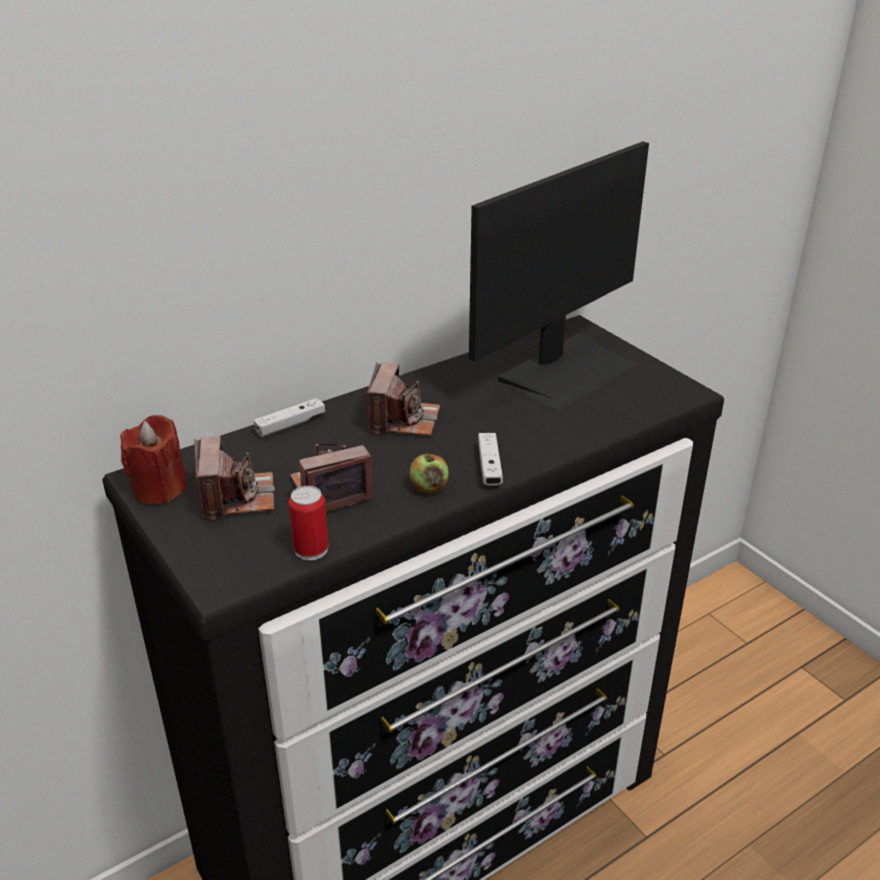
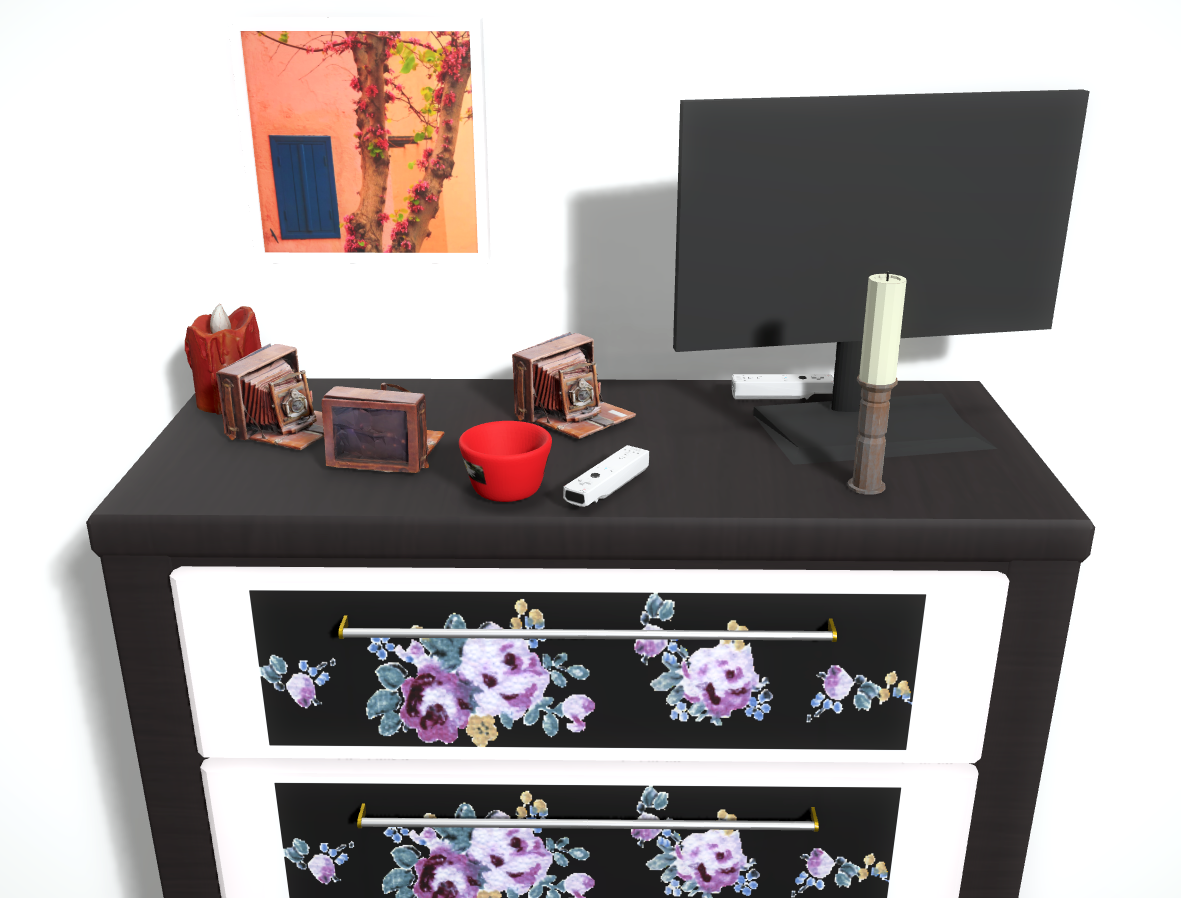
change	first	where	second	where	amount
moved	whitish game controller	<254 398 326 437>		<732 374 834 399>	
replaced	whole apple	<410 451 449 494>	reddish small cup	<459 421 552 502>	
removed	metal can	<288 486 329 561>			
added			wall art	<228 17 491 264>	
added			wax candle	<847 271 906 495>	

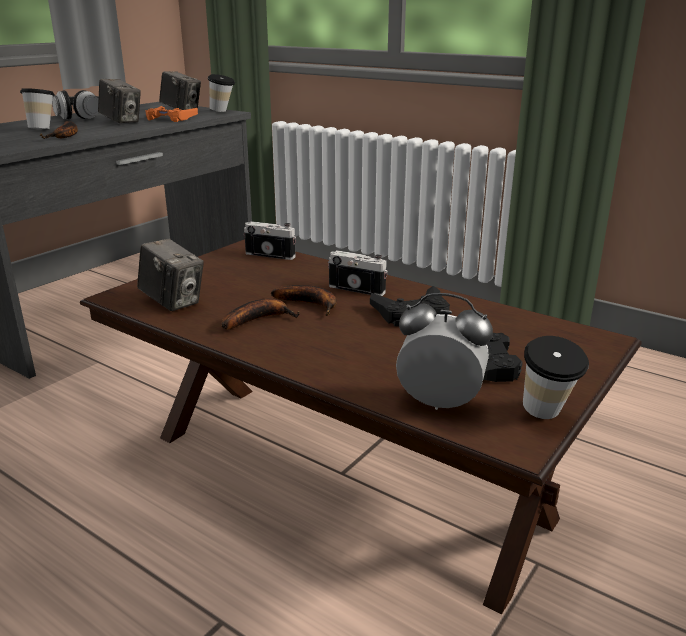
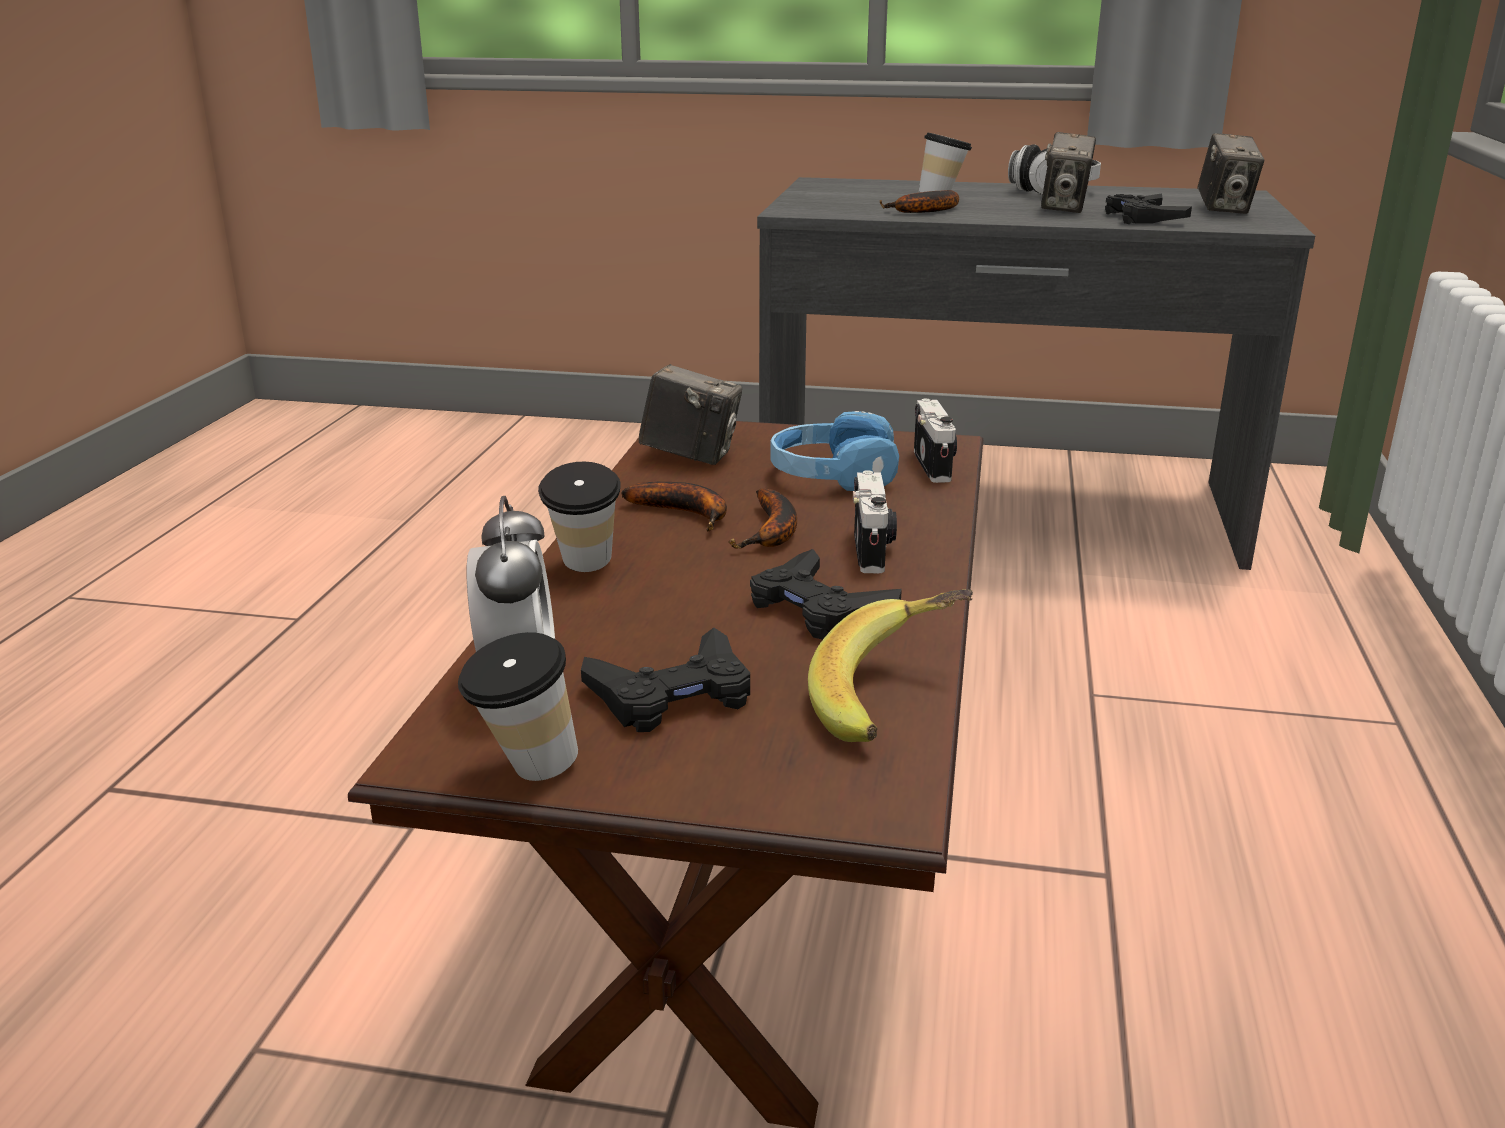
change	first	where	second	where	amount
moved	small cup	<208 74 235 112>		<538 462 621 572>	
recoloured	orange game controller	<146 106 198 122>	black game controller	<1105 193 1192 224>	
turned	photo camera	<137 239 204 311>		<639 364 742 465>	90 degrees counterclockwise
added			blue-coloured pair of headphones	<770 411 899 491>	
added			banana	<808 589 973 742>	

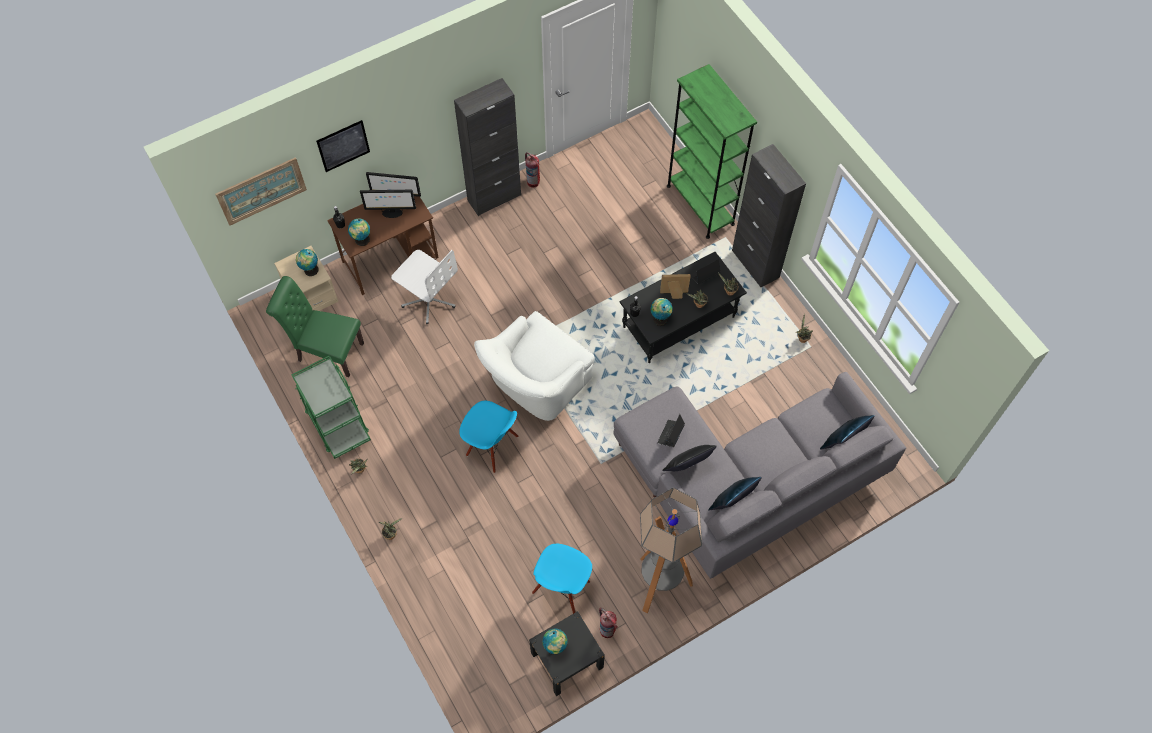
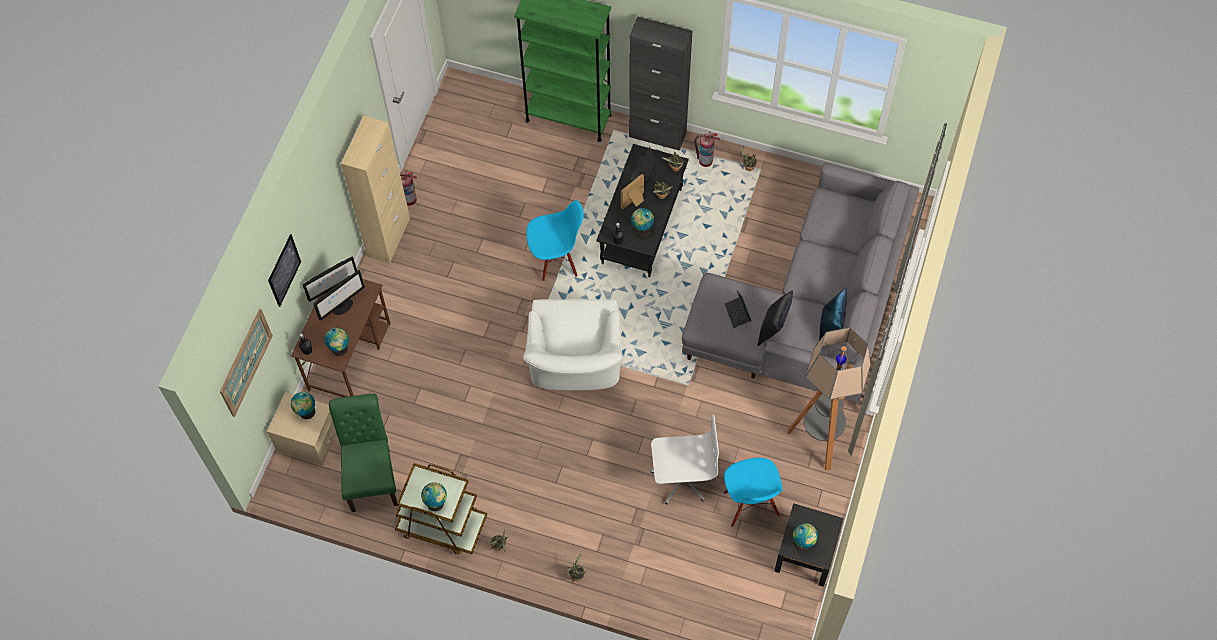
change	first	where	second	where	amount
recoloured	black cabinet	<454 78 521 216>	sand-coloured cabinet	<341 116 410 263>	
moved	whitish office chair	<391 250 458 324>		<651 414 719 505>	
turned	green-coloured upright chair	<266 276 364 377>		<329 394 398 512>	105 degrees clockwise
recoloured	green-coloured trolley	<291 355 371 459>	brown-coloured trolley	<395 463 487 555>	
moved	blue-coloured upright chair	<459 401 519 473>		<526 200 584 281>	
removed	blue-coloured throw pillow	<820 415 875 450>			
moved	fire extinguisher	<599 608 618 638>		<694 132 720 167>	
added			world globe	<421 482 447 511>	

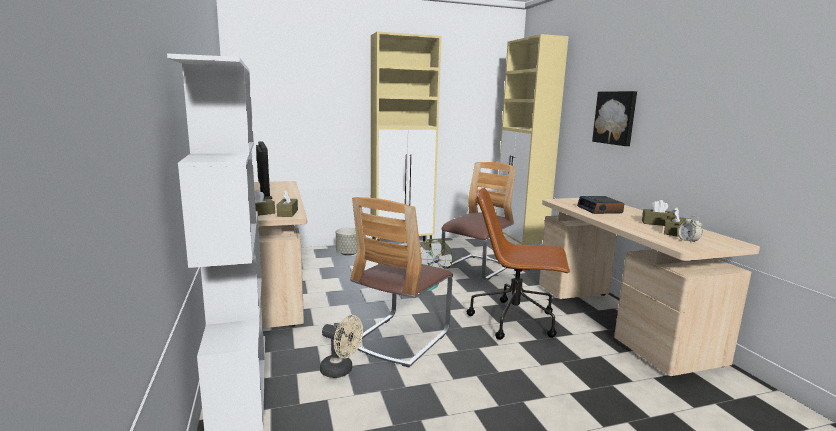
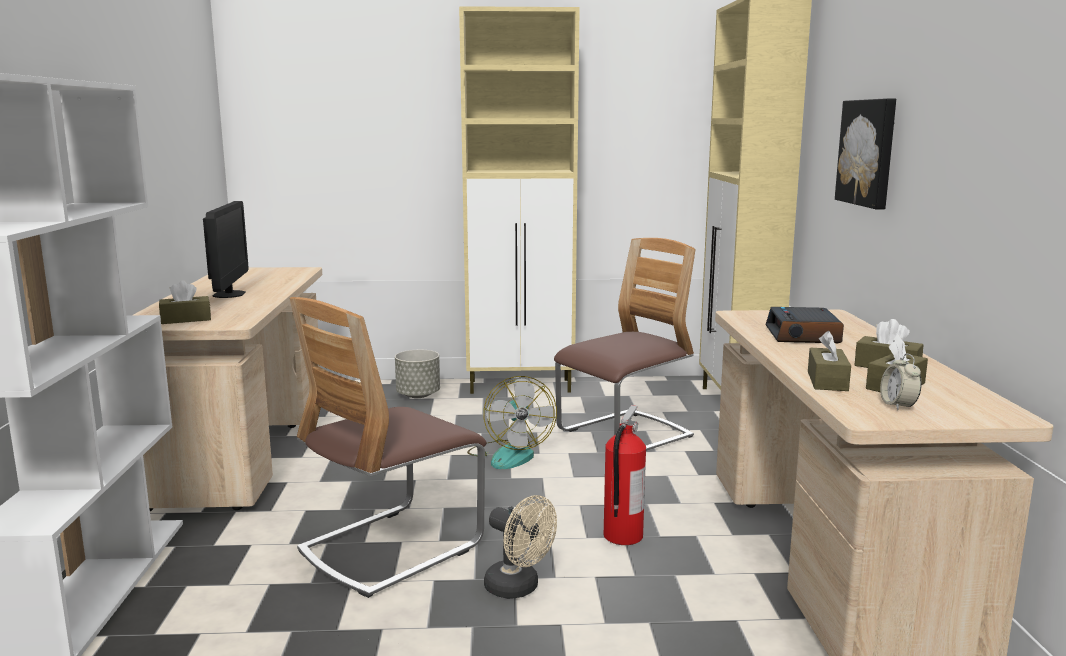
change	first	where	second	where	amount
replaced	brown-coloured office chair	<467 188 570 340>	fire extinguisher	<604 405 646 545>	
moved	brown-coloured box of tissues	<276 190 298 217>		<808 331 851 391>	
moved	sand-coloured fan	<320 315 363 378>		<484 495 557 599>	

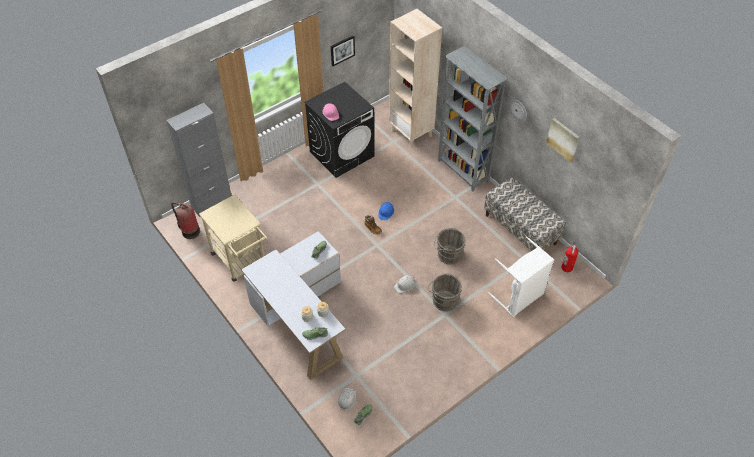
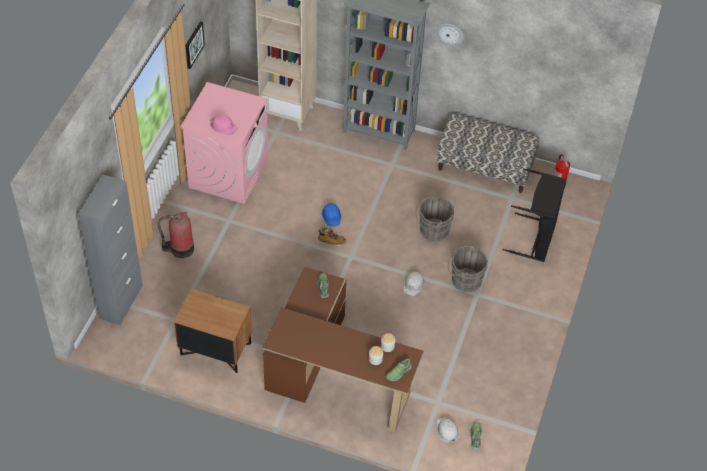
change	first	where	second	where	amount
recoloured	black laundry machine	<304 82 375 178>	pink laundry machine	<180 82 268 204>	
removed	wall art	<546 118 579 162>			
replaced	sand-coloured trolley	<199 194 268 282>	brown-coloured night table	<174 289 252 373>	
moved	fire extinguisher	<171 202 200 239>		<157 212 194 258>	
recoloured	whitish desk	<241 231 346 380>	brown-coloured desk	<262 267 423 433>	
recoloured	whitish washing basket	<488 237 554 317>	black washing basket	<503 168 566 262>	

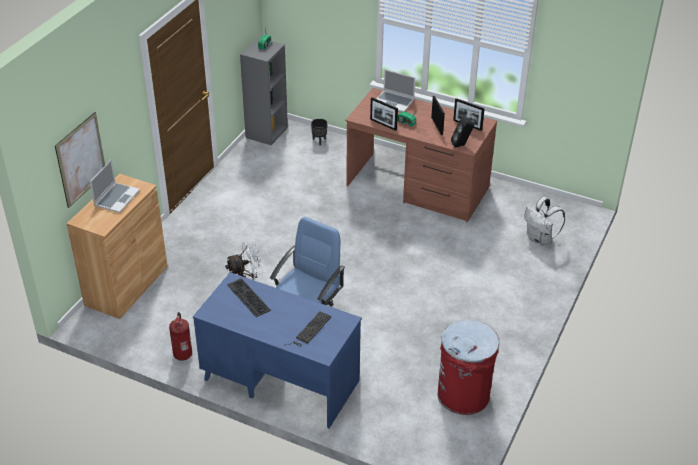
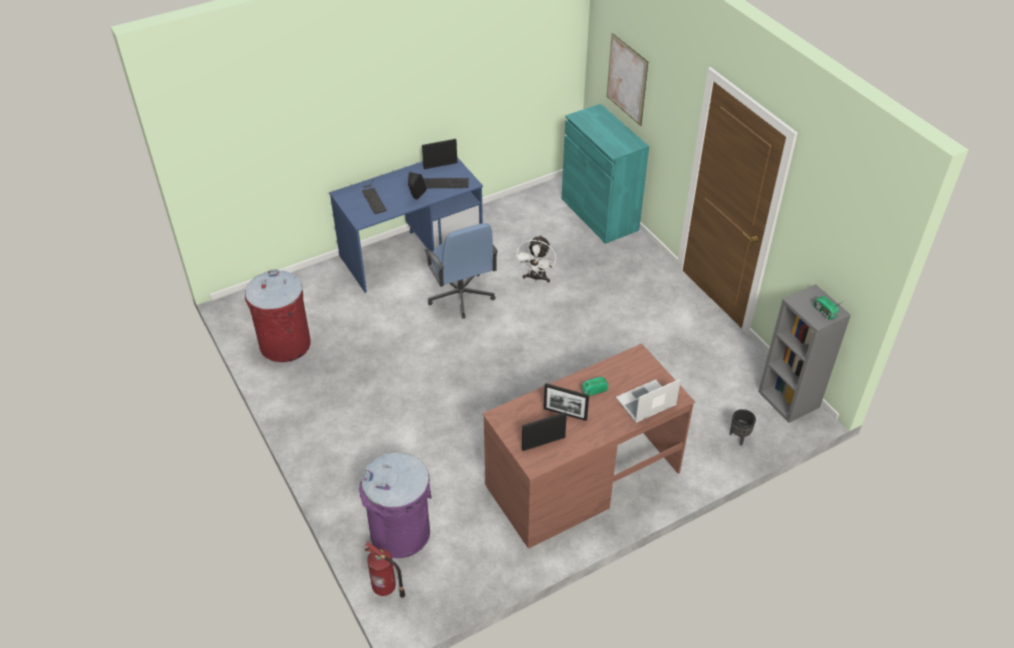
change	first	where	second	where	amount
moved	standing frame	<370 97 398 131>		<422 139 457 169>	
moved	black speaker	<451 118 474 148>		<408 172 427 199>	
removed	portable computer	<90 159 140 213>			
recoloured	brown-coloured cabinet	<67 174 168 319>	blue-green cabinet	<562 104 649 244>	
replaced	whitish backpack	<524 197 565 246>	purple-coloured rubbish bin	<359 453 432 558>	
moved	fire extinguisher	<169 312 192 361>		<364 542 405 598>	

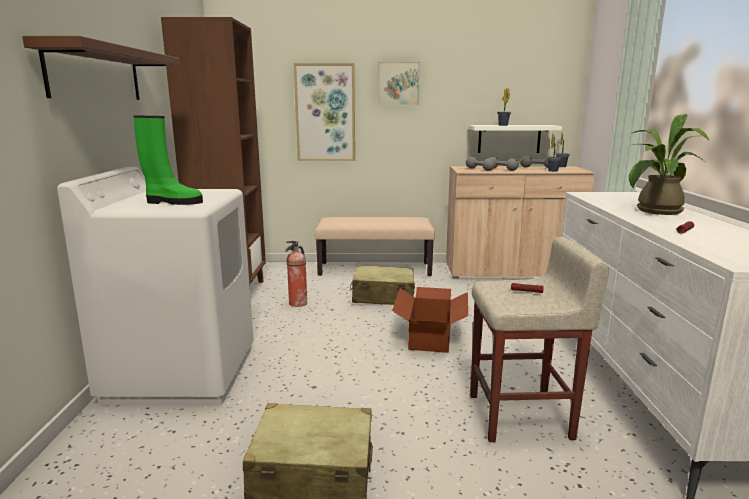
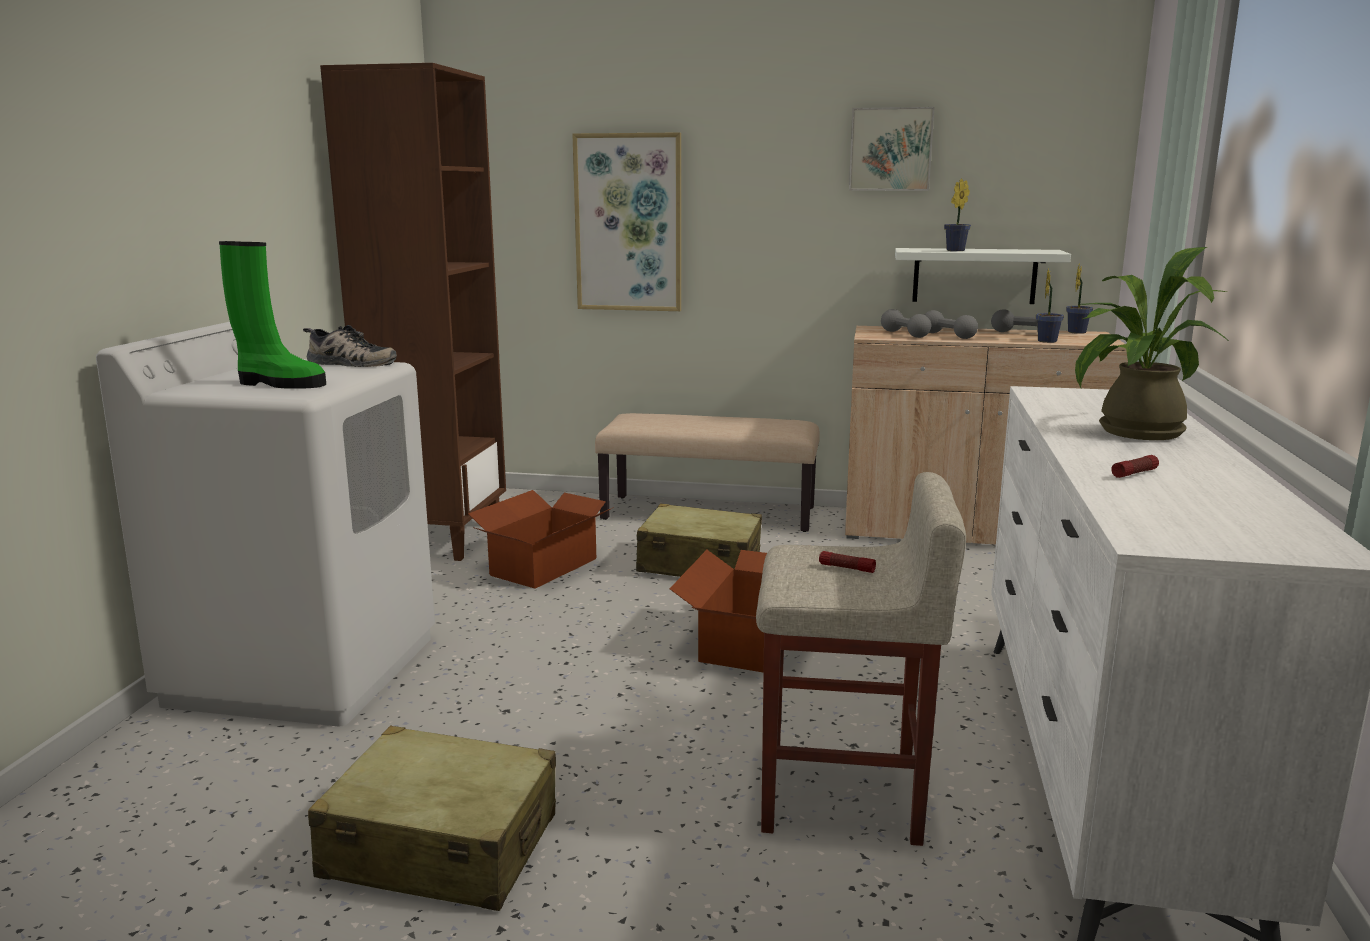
change	first	where	second	where	amount
removed	brown-coloured wall shelf	<22 36 180 100>			
moved	wall art	<378 62 420 105>		<849 107 935 191>	
replaced	fire extinguisher	<285 241 307 307>	carton	<468 490 614 588>	
added			item of footwear	<303 325 397 367>	

